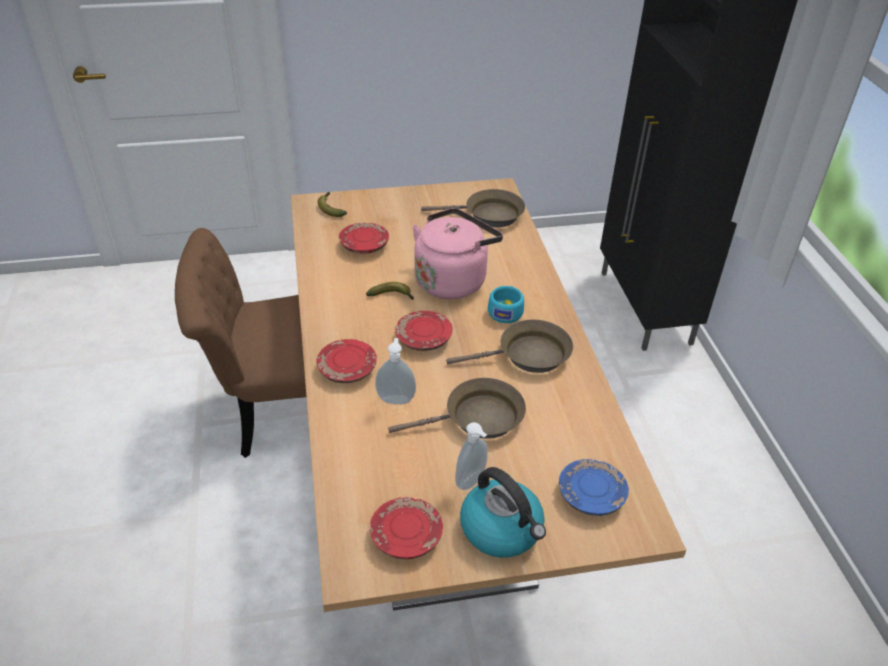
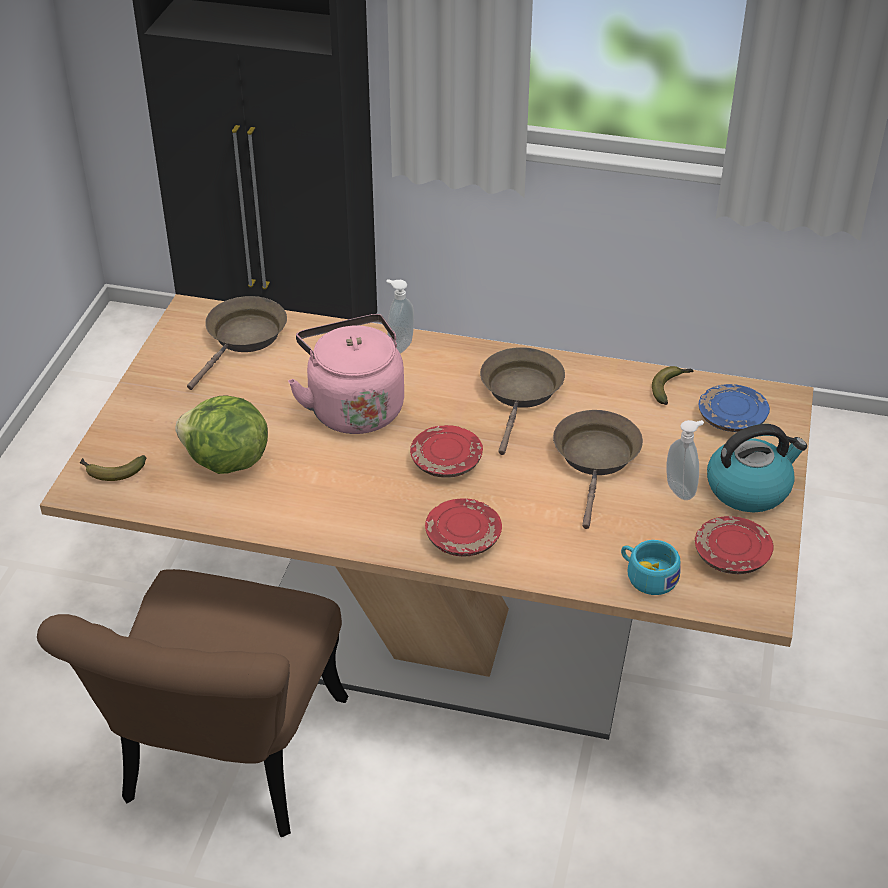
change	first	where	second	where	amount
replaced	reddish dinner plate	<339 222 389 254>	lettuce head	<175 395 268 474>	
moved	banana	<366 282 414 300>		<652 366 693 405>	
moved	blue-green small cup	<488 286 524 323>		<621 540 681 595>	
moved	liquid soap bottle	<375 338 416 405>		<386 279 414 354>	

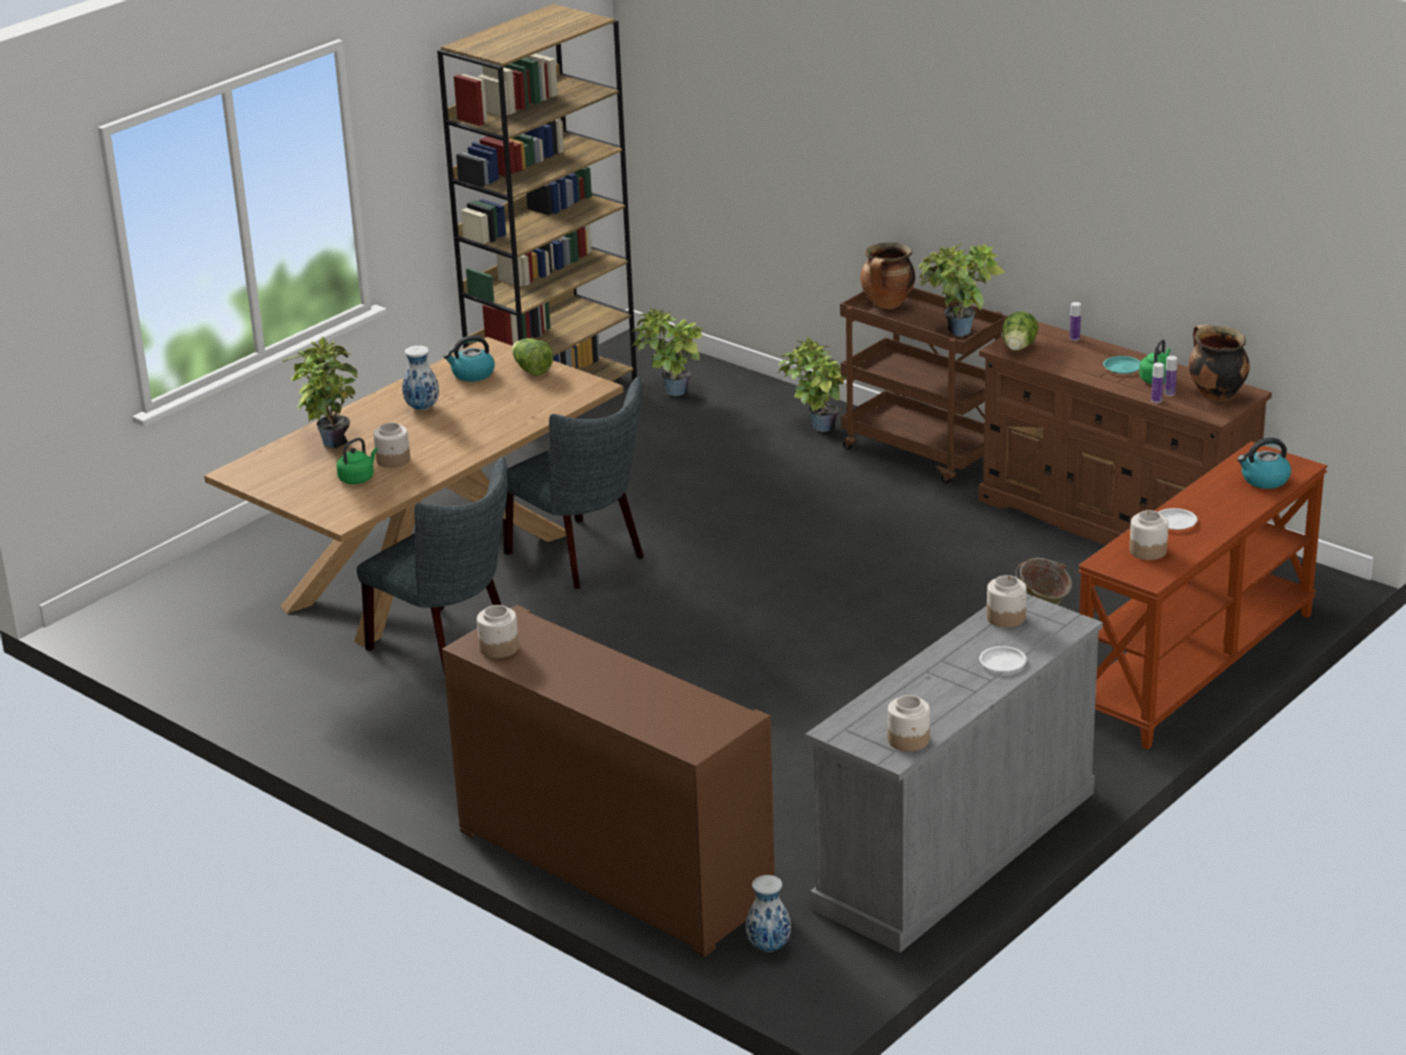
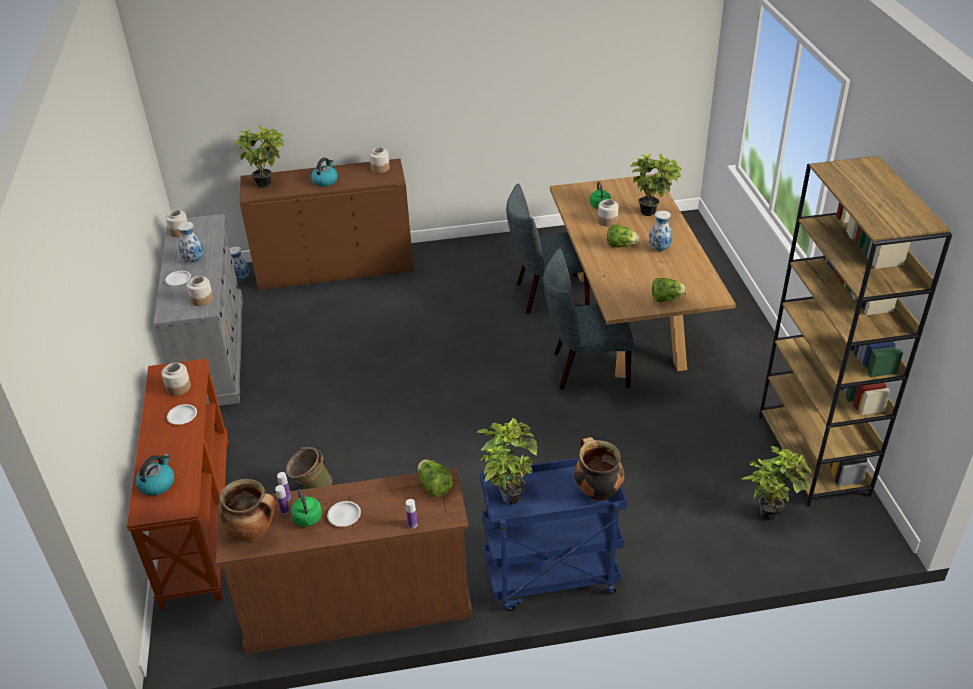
change	first	where	second	where	amount
recoloured	brown-coloured trolley	<840 287 1008 484>	blue-coloured trolley	<480 458 627 611>	
moved	water kettle	<443 335 495 382>		<311 158 338 187>	
moved	plant in a pot	<778 337 846 432>		<234 125 284 188>	
recoloured	blue-green dinner plate	<1103 356 1141 374>	whitish dinner plate	<327 501 361 527>	
added			flower vase	<178 222 204 263>	
added			lettuce head	<607 225 639 248>	

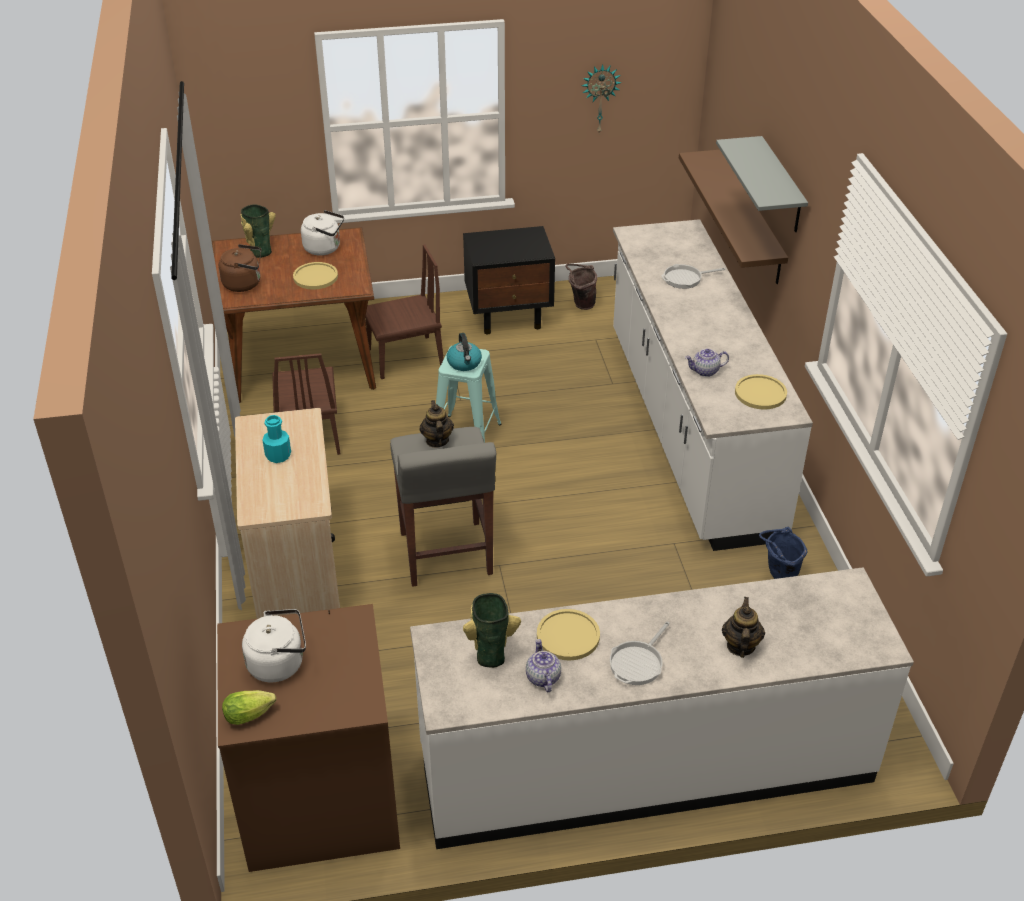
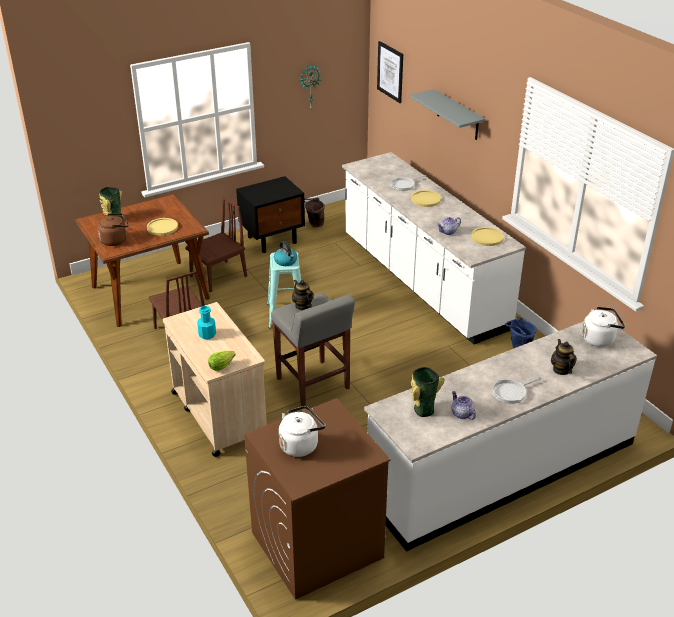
change	first	where	second	where	amount
removed	brown-coloured wall shelf	<679 150 788 284>			
moved	whitish water kettle	<301 210 344 256>		<582 307 625 347>	
moved	yellowish dinner plate	<537 609 600 661>		<411 190 441 207>	
turned	frying pan	<610 622 670 685>		<492 377 541 404>	45 degrees clockwise
moved	lettuce head	<222 690 276 725>		<208 350 236 371>	
added			wall art	<377 41 403 103>	

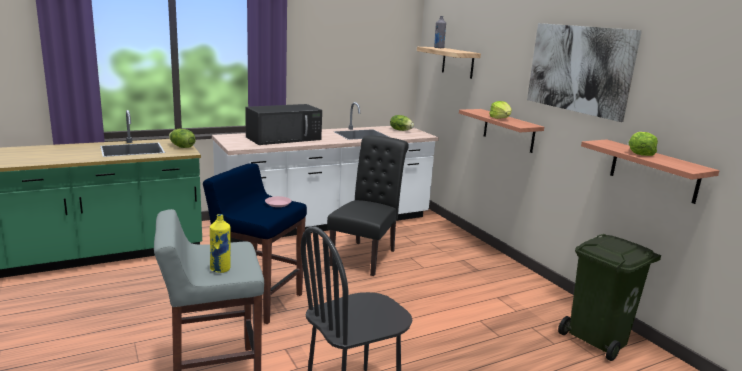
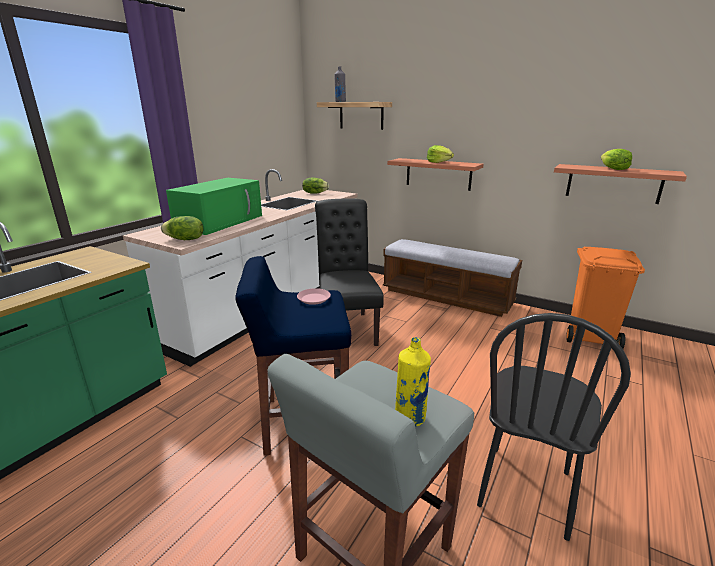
change	first	where	second	where	amount
removed	wall art	<527 23 642 122>			
recoloured	black microwave oven	<245 104 322 145>	green-coloured microwave oven	<166 178 262 235>	
moved	lettuce head	<169 129 196 148>		<161 216 203 240>	
recoloured	green-coloured rubbish bin	<558 234 661 361>	orange rubbish bin	<566 247 645 349>	
added			bench	<383 239 522 317>	

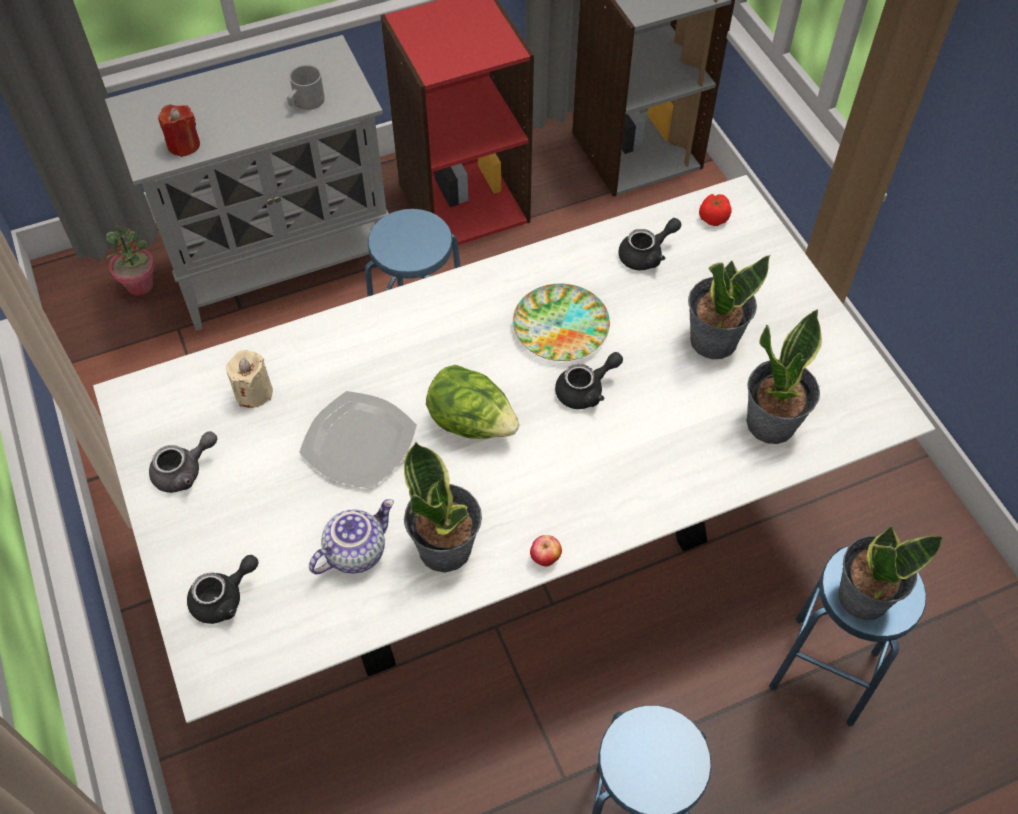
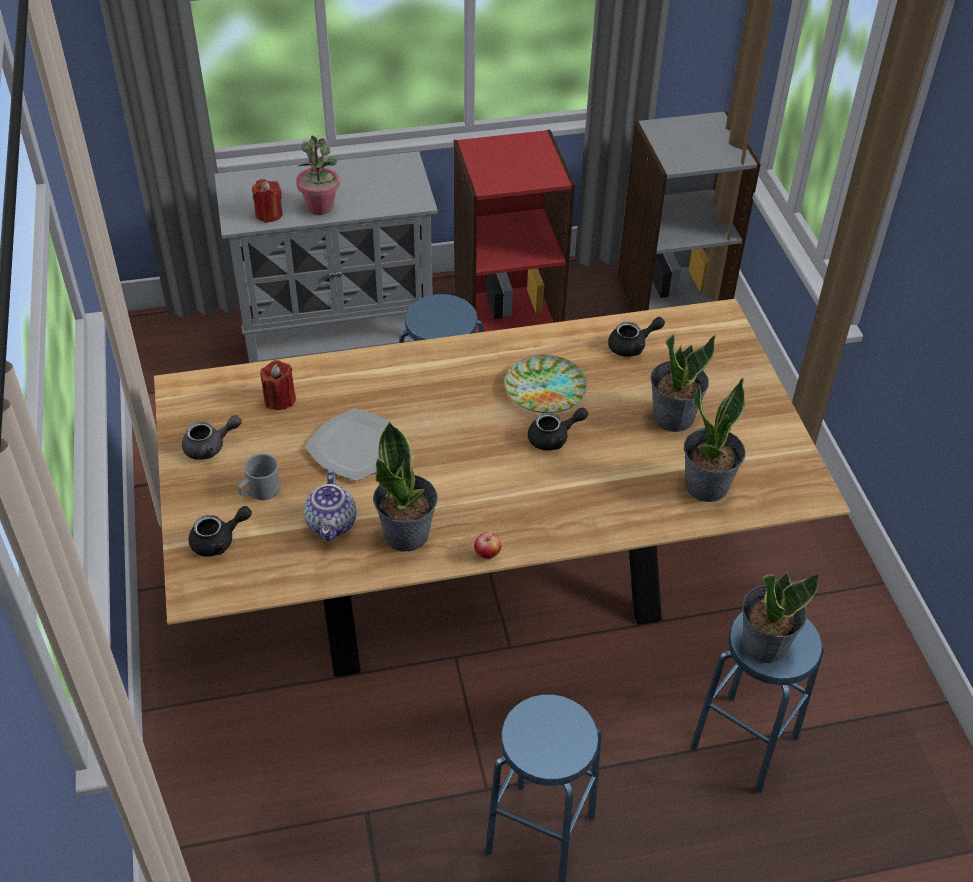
change	first	where	second	where	amount
moved	gray tea mug	<287 64 325 110>		<238 453 281 500>	
recoloured	whitish kitchen table	<93 175 935 723>	brown-coloured kitchen table	<154 299 851 677>	
removed	fresh tomato	<699 194 732 226>			
moved	plant in a pot	<106 226 155 296>		<296 136 340 215>	
recoloured	sand-coloured wax candle	<226 350 273 408>	reddish wax candle	<260 360 296 410>	
removed	lettuce head	<426 365 519 439>			
turned	pot for tea	<309 499 394 574>		<304 470 356 542>	120 degrees clockwise

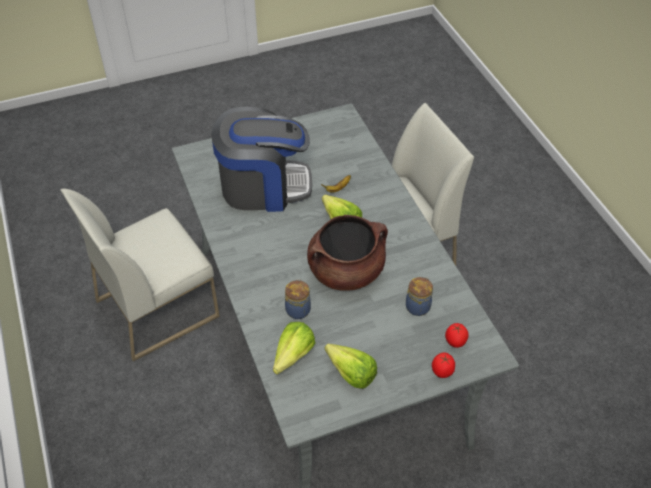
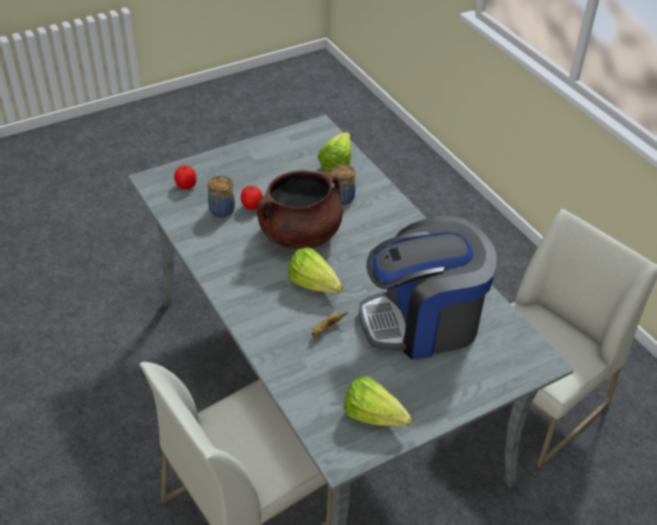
change	first	where	second	where	amount
moved	lettuce head	<325 344 377 389>		<344 376 412 427>	
moved	fresh tomato	<432 352 455 378>		<241 186 263 210>	

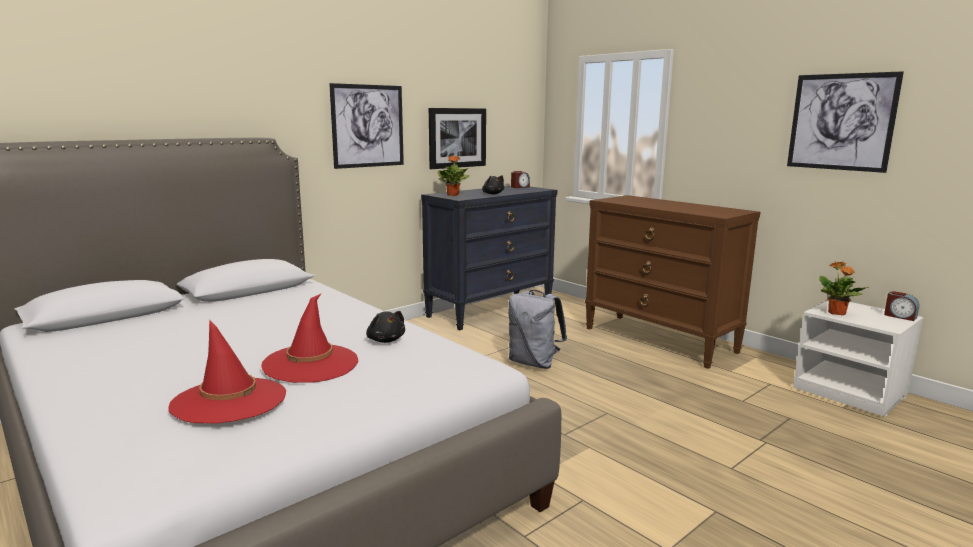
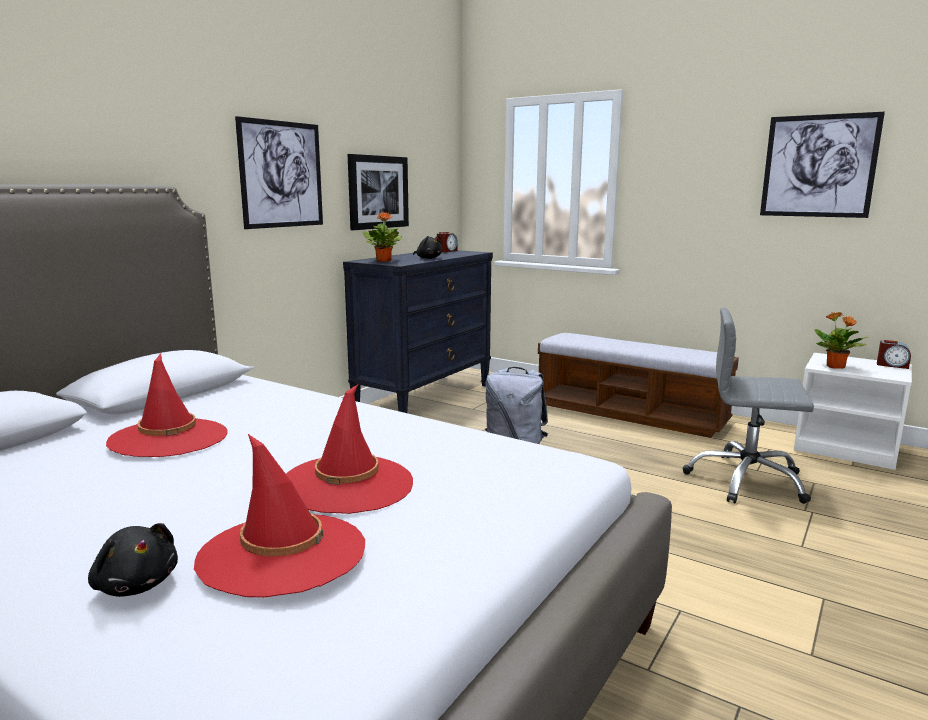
change	first	where	second	where	amount
replaced	brown-coloured drawer chest	<585 195 760 369>	bench	<538 333 739 438>	
moved	black plush toy	<366 311 405 343>		<88 523 178 597>	
added			gray office chair	<683 307 814 504>	
added			reddish wearable hat	<106 353 228 457>	

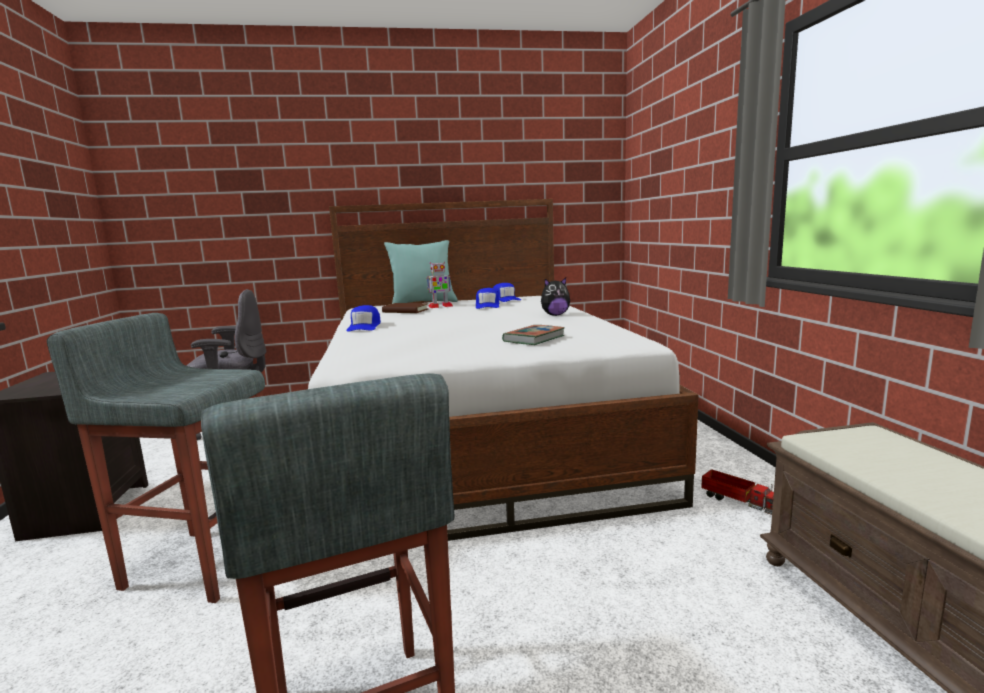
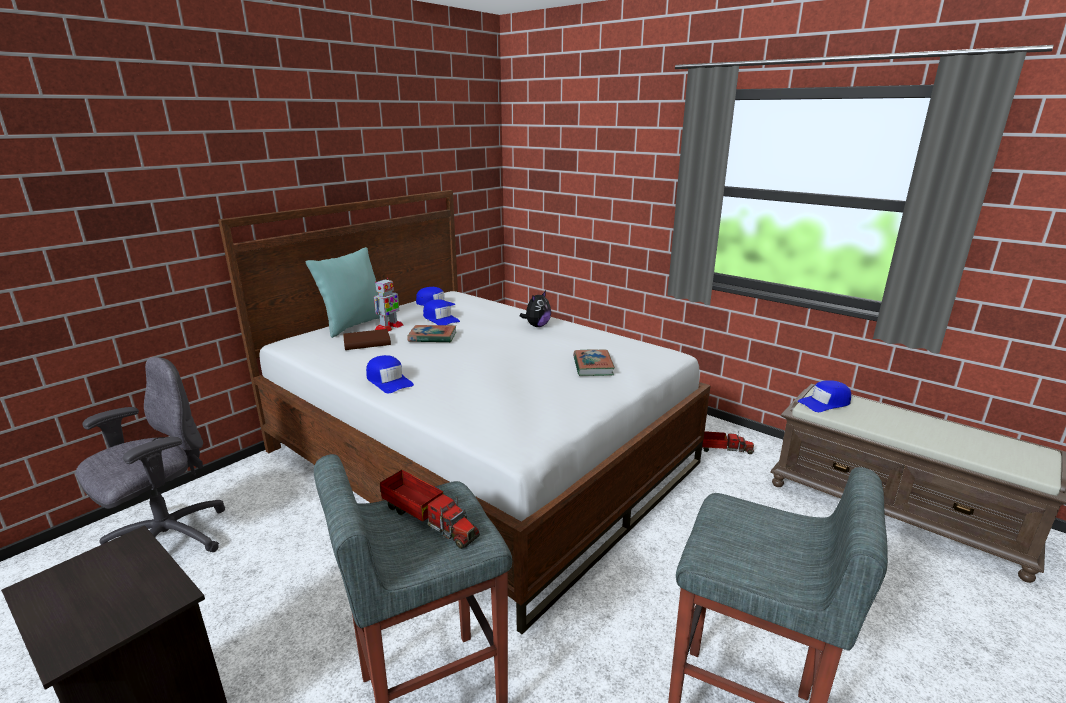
change	first	where	second	where	amount
added			book	<407 325 457 343>	
added			blue-coloured cap	<798 380 851 412>	
added			toy truck	<380 470 480 549>	

